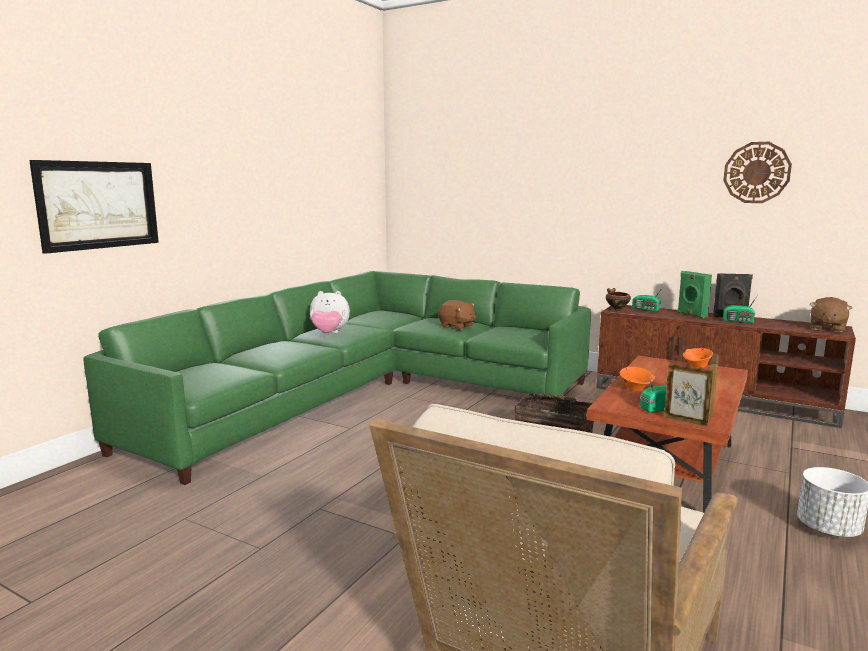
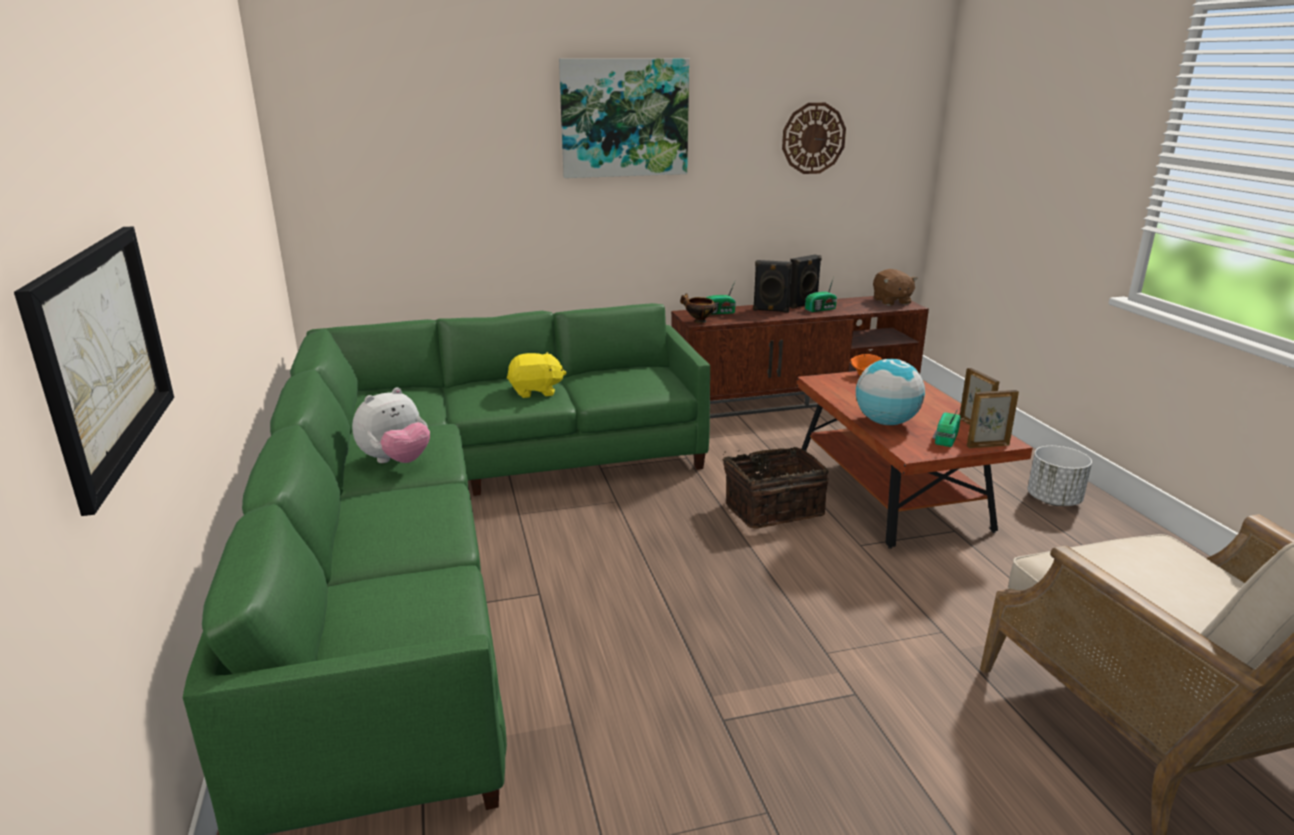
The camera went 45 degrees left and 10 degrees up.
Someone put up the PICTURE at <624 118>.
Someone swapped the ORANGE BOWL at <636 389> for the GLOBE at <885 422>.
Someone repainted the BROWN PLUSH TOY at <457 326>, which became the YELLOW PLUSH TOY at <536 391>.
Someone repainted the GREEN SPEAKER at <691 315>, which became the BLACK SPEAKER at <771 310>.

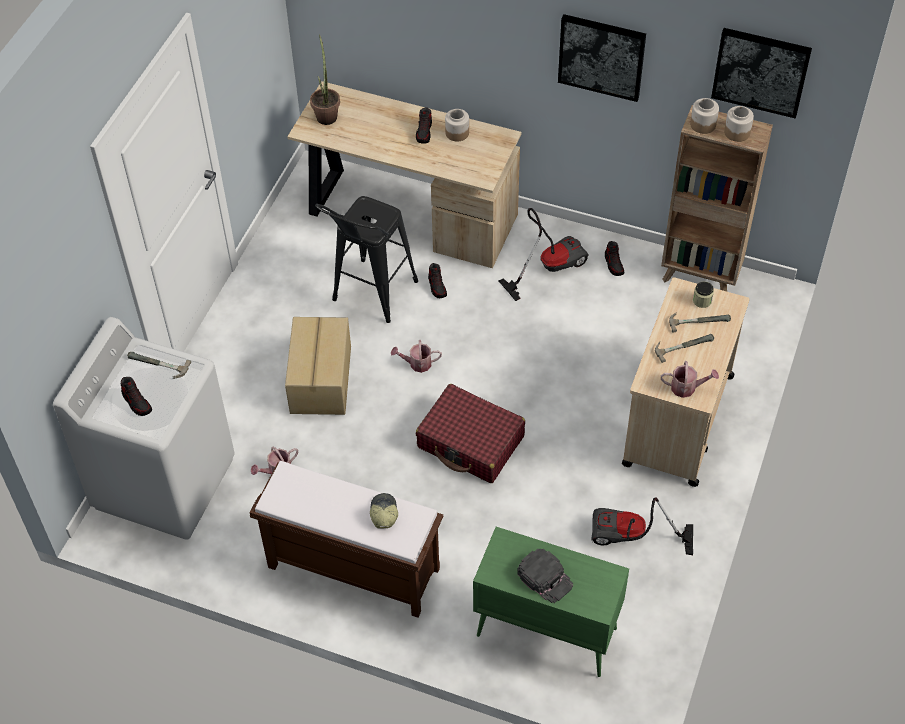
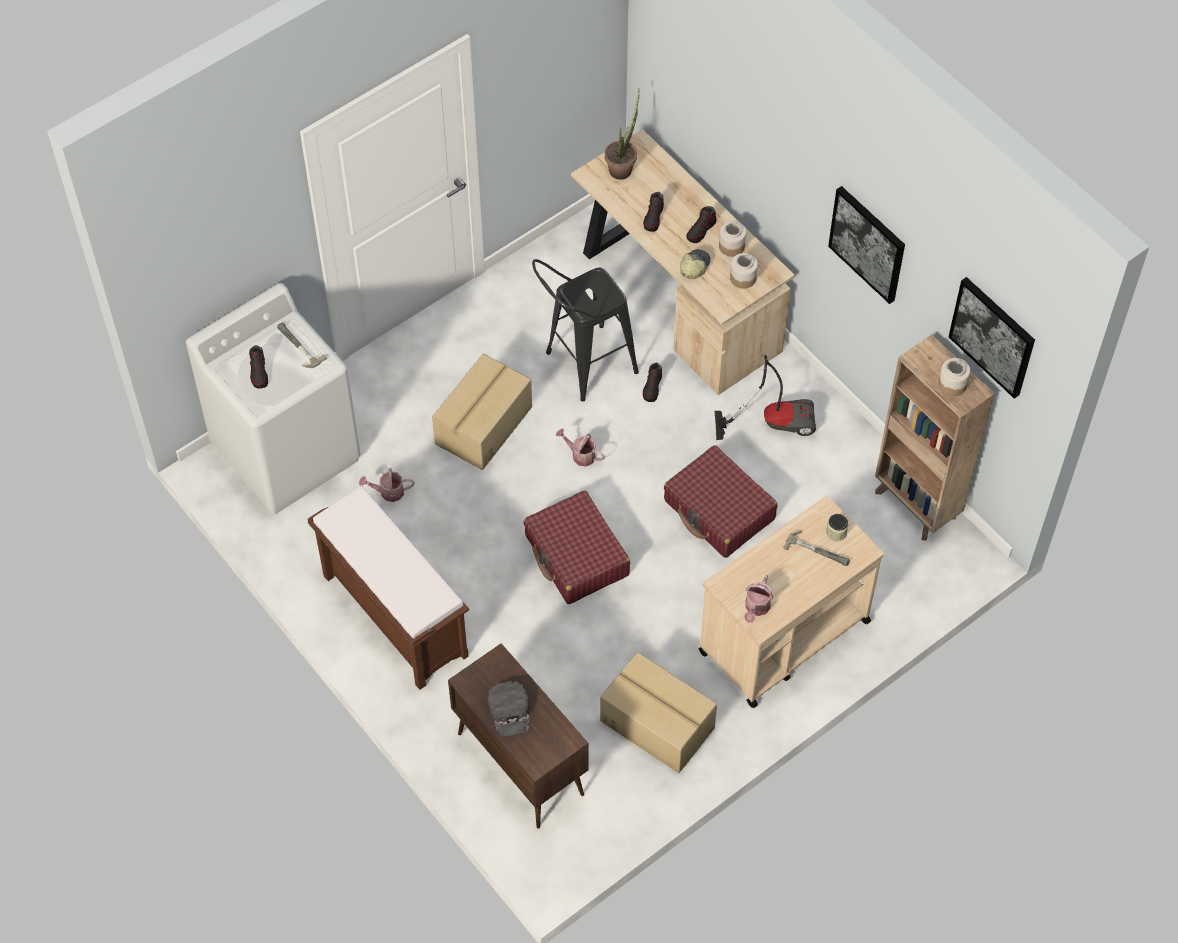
The camera went 30 degrees right and 5 degrees up.
Someone took away the HAMMER at <682 344>.
Someone put down the RED SUITCASE at <719 510>.
Someone carried the CAP from <383 513> to <694 266>.
Someone carried the SHOE from <614 264> to <653 218>.
Someone carried the JAR from <702 124> to <743 278>.
Someone swapped the VACUUM CLEANER at <632 538> for the CARDBOARD BOX at <657 723>.
Someone repainted the GREEN CABINET at <545 632>, which became the BROWN CABINET at <519 763>.
Someone rotated the WATERING CAN at <687 388> by 75 degrees clockwise.

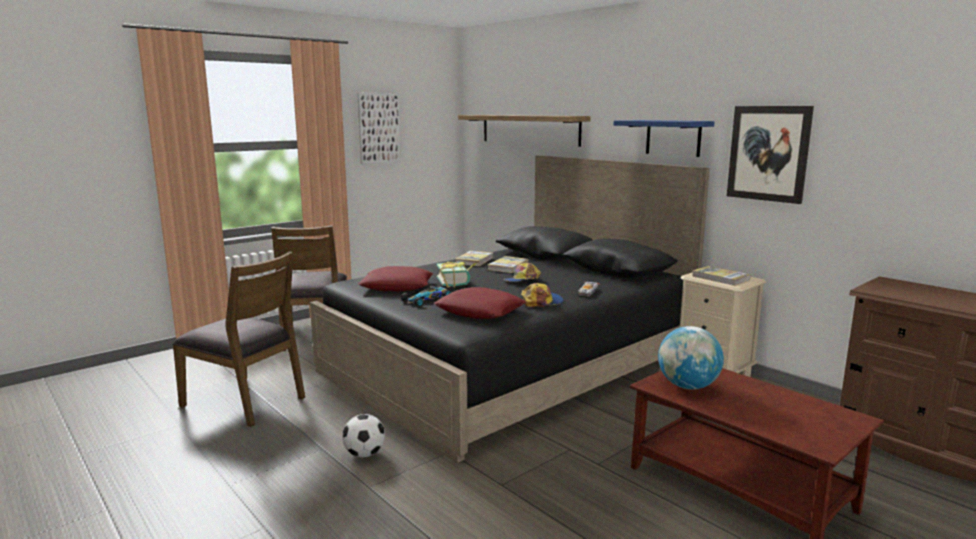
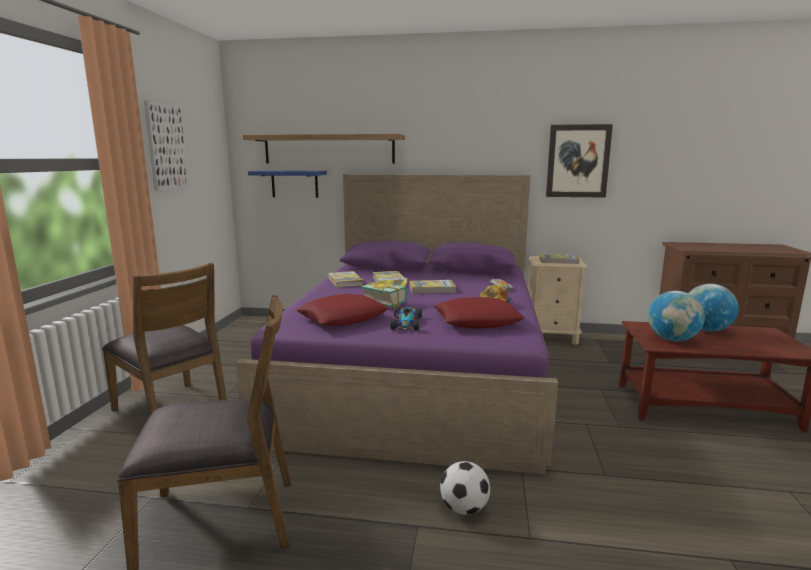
The camera went 40 degrees left and 0 degrees up.
Someone put down the GLOBE at <706 330>.
Someone carried the BLUE SHELF from <673 138> to <294 184>.
Someone swapped the CAP at <522 280> for the BOOK at <432 289>.
Someone repainted the BLACK BED at <509 363>, which became the PURPLE BED at <418 373>.

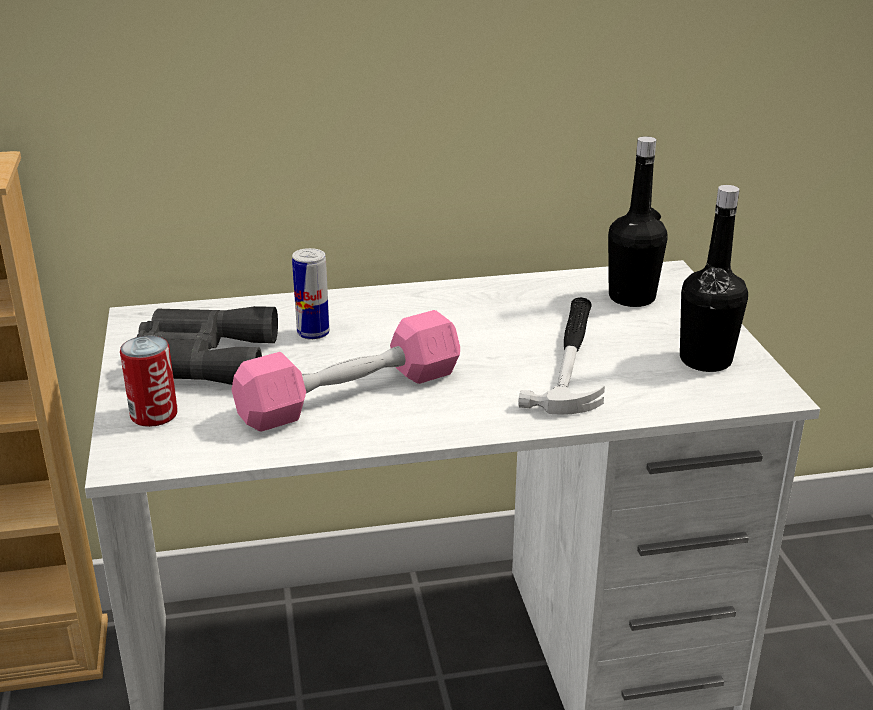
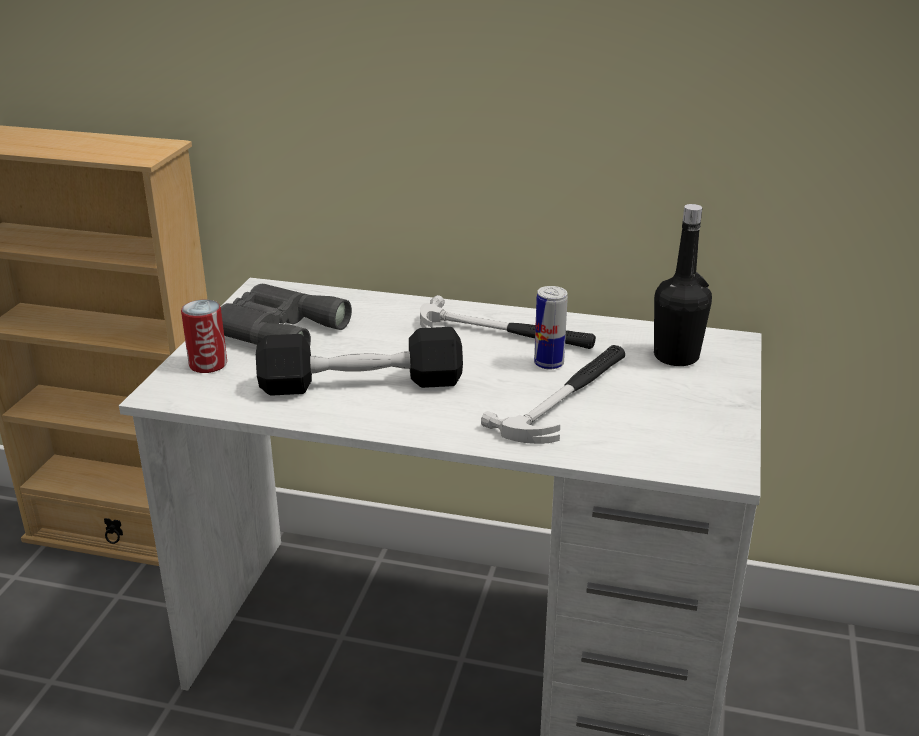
The camera went 25 degrees right and 0 degrees up.
Someone took away the BLACK BOTTLE at <705 360>.
Someone put down the HAMMER at <504 333>.
Someone carried the CAN from <313 333> to <548 363>.
Someone repainted the PINK DUMBBELL at <351 394>, which became the BLACK DUMBBELL at <361 383>.

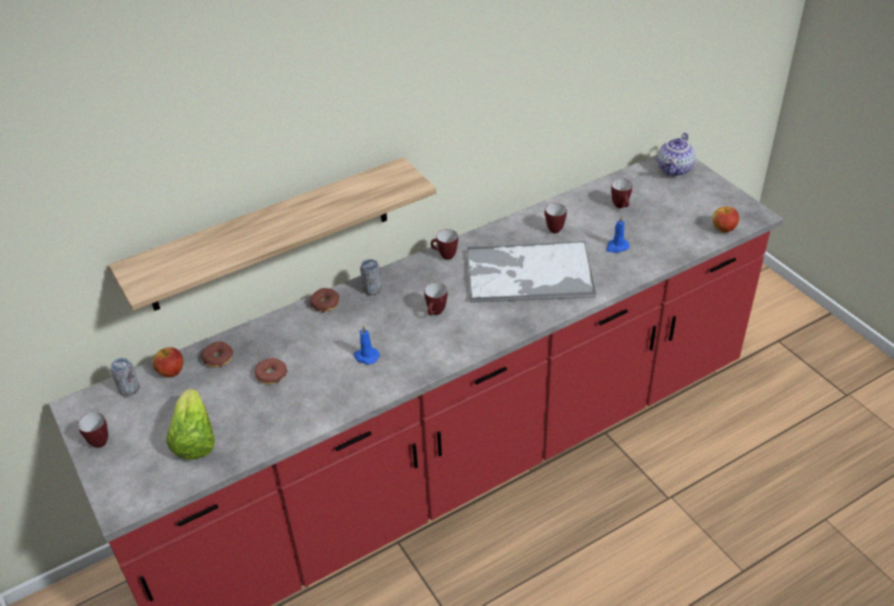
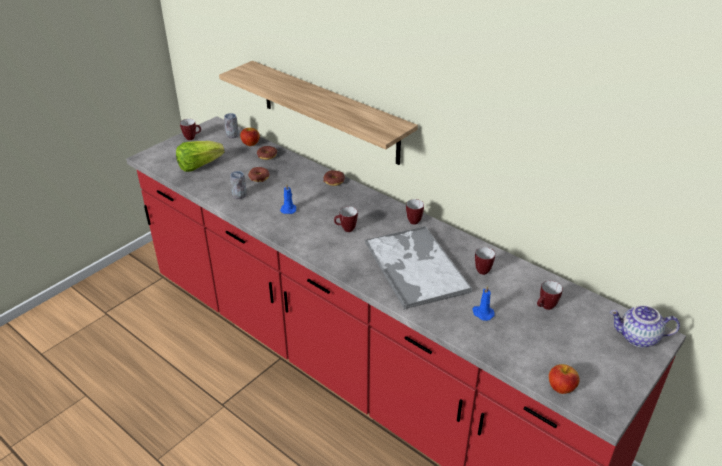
The camera went 70 degrees right and 5 degrees down.
Someone carried the CAN from <372 289> to <239 195>.

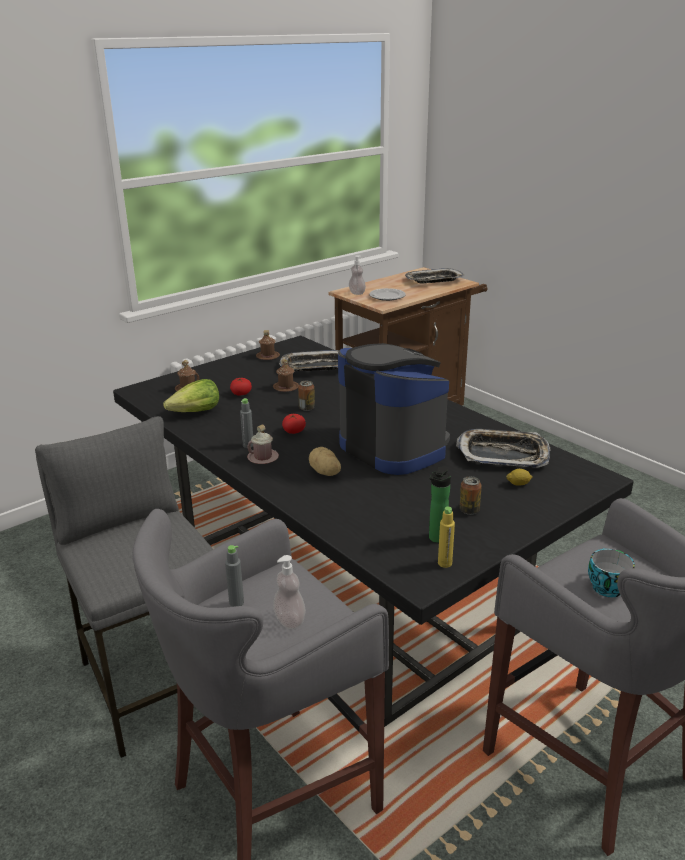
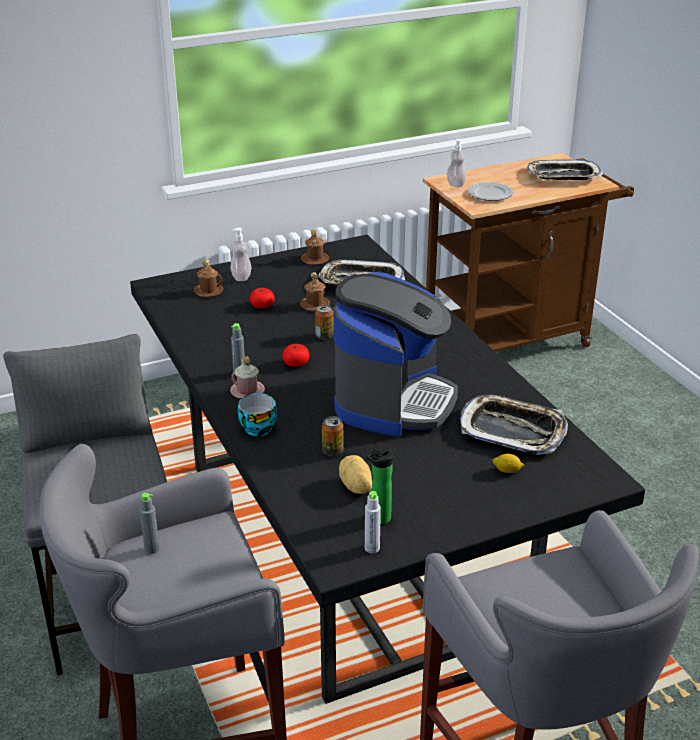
The camera went 15 degrees right and 5 degrees up.
Someone took away the LETTUCE at <196 412>.
Someone carried the SOAP DISPENSER from <290 620> to <241 277>.
Someone carried the POTATO from <325 473> to <355 487>.
Someone carried the CAN from <469 510> to <332 451>.
Someone carried the CUP from <605 586> to <257 427>.
Someone repainted the YELLOW BOTTLE at <444 563>, which became the GREY BOTTLE at <372 548>.
Someone rotated the COFFEE MACHINE at <393 447> by 45 degrees clockwise.

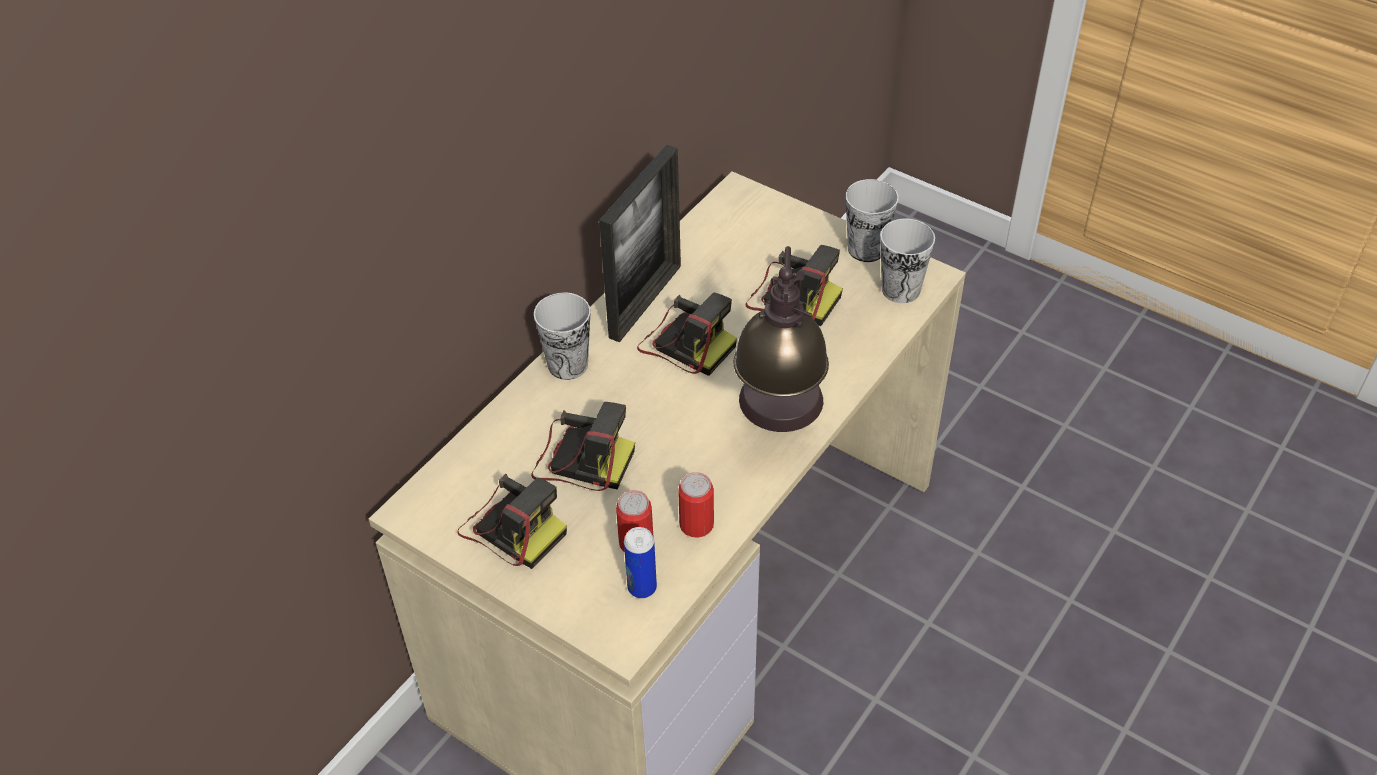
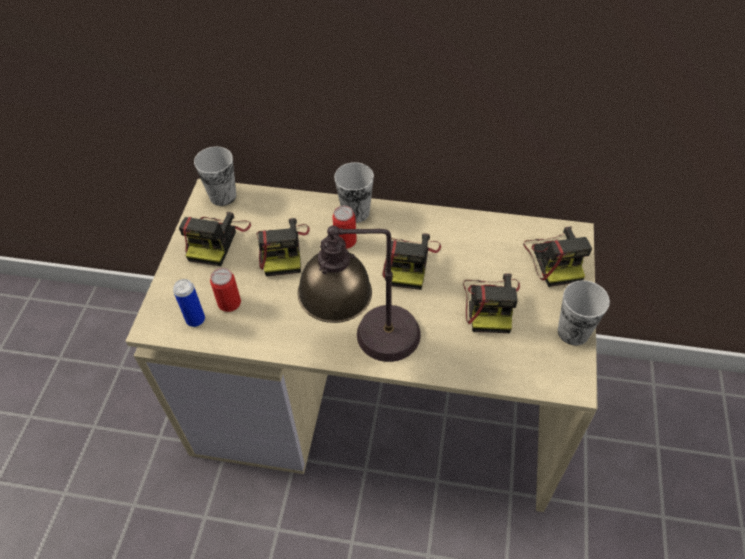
The camera went 65 degrees right and 5 degrees up.
Someone took away the PICTURE FRAME at <645 301>.
Someone put down the PHOTO CAMERA at <555 259>.
Someone carried the CAN from <696 524> to <345 241>.
Someone carried the CUP from <900 289> to <223 196>.

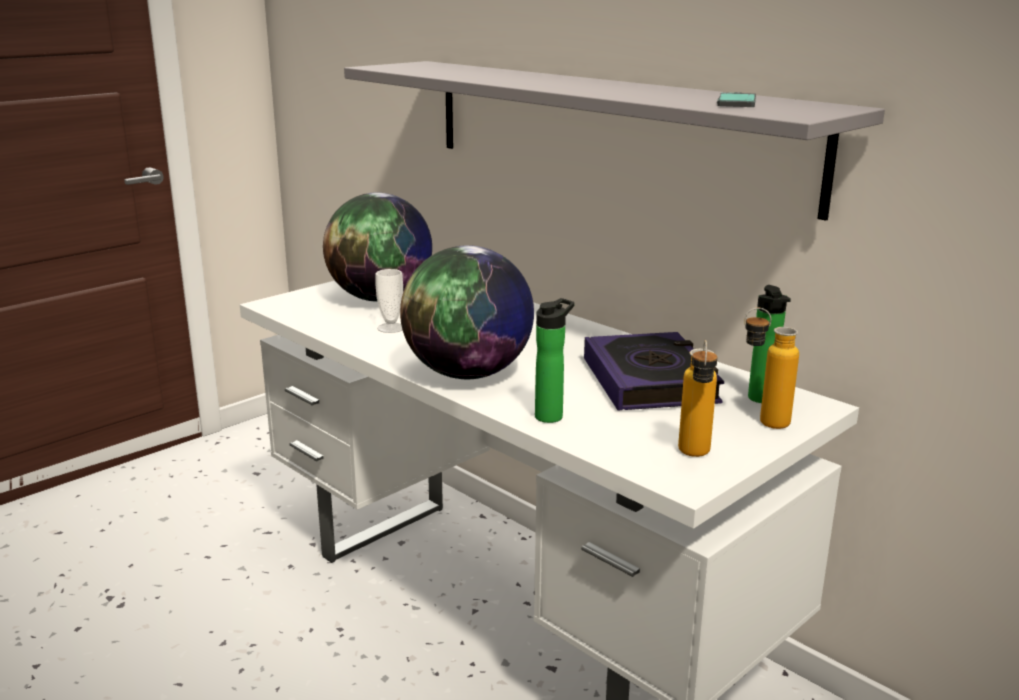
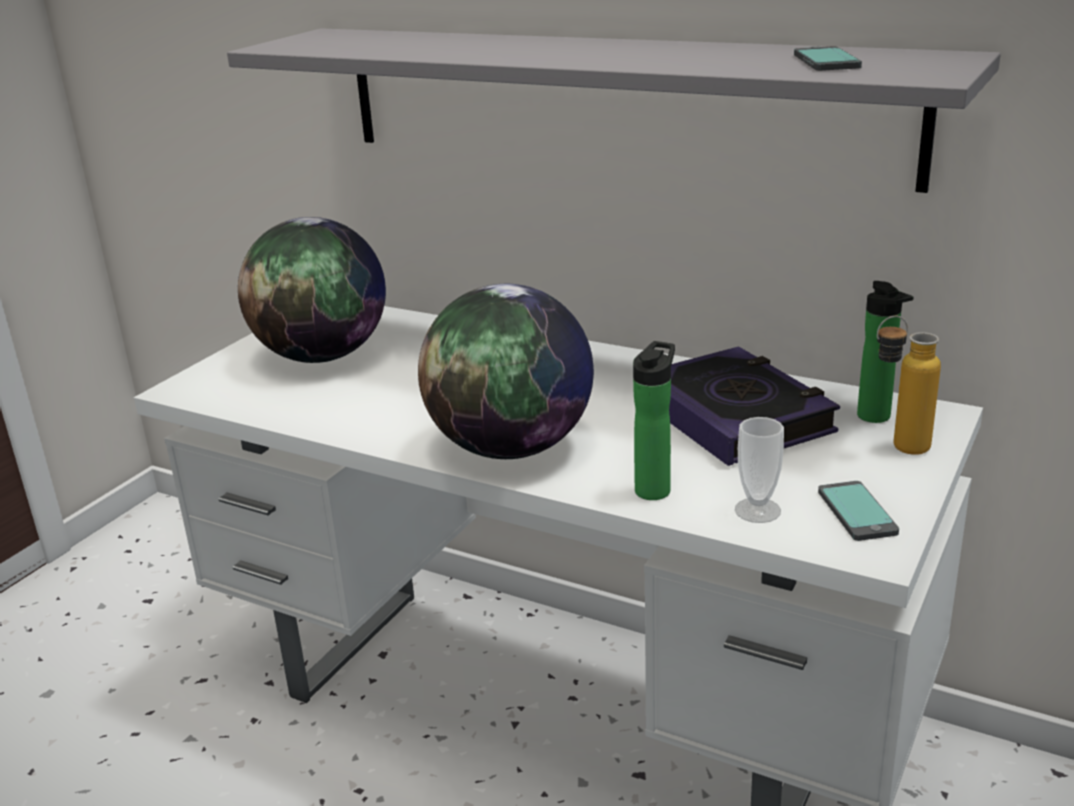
The camera went 15 degrees left and 5 degrees up.
Someone carried the CUP from <391 328> to <757 510>.
Someone swapped the BOTTLE at <694 457> for the PHONE at <857 512>.

